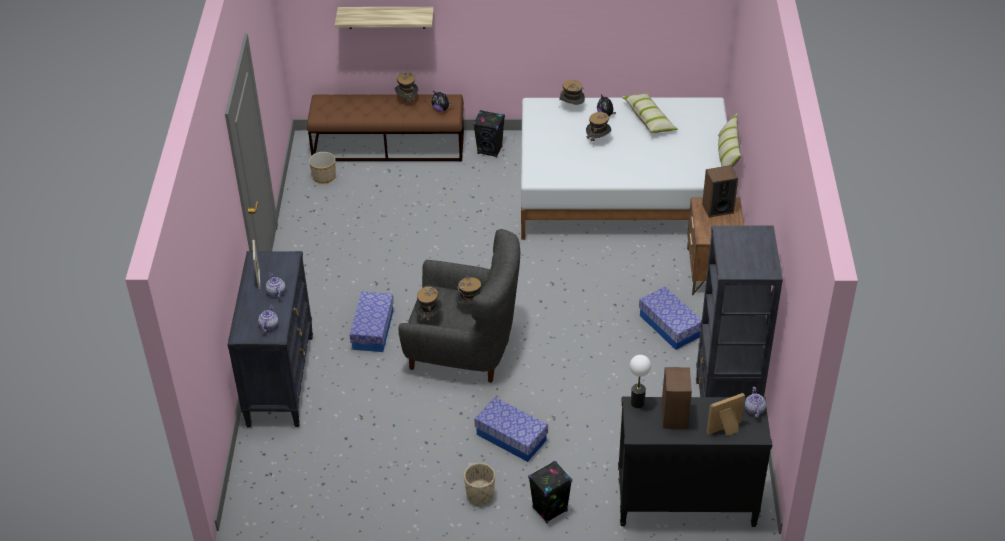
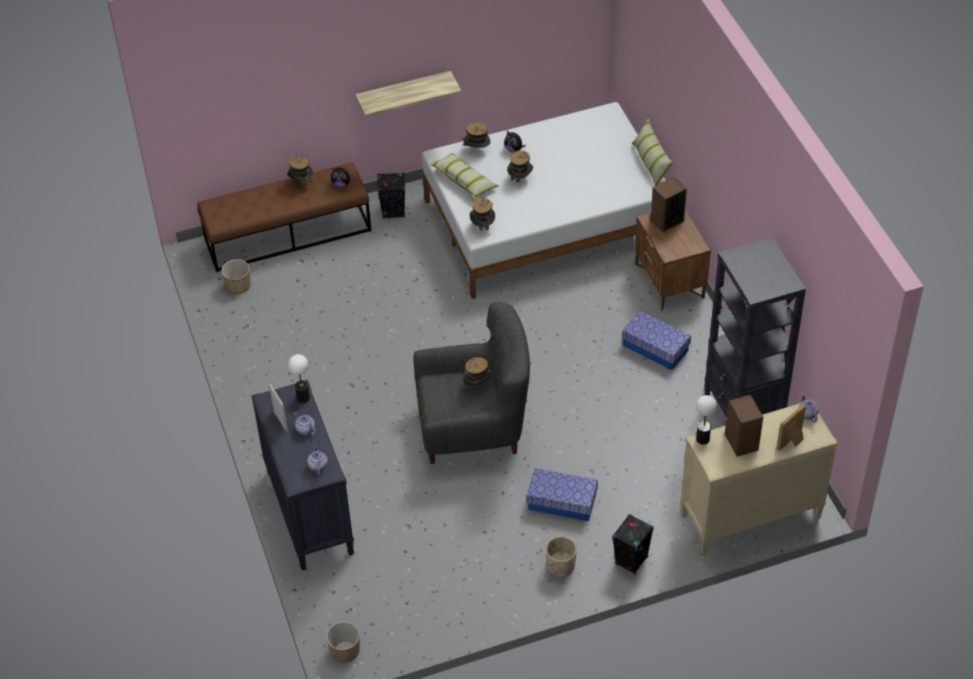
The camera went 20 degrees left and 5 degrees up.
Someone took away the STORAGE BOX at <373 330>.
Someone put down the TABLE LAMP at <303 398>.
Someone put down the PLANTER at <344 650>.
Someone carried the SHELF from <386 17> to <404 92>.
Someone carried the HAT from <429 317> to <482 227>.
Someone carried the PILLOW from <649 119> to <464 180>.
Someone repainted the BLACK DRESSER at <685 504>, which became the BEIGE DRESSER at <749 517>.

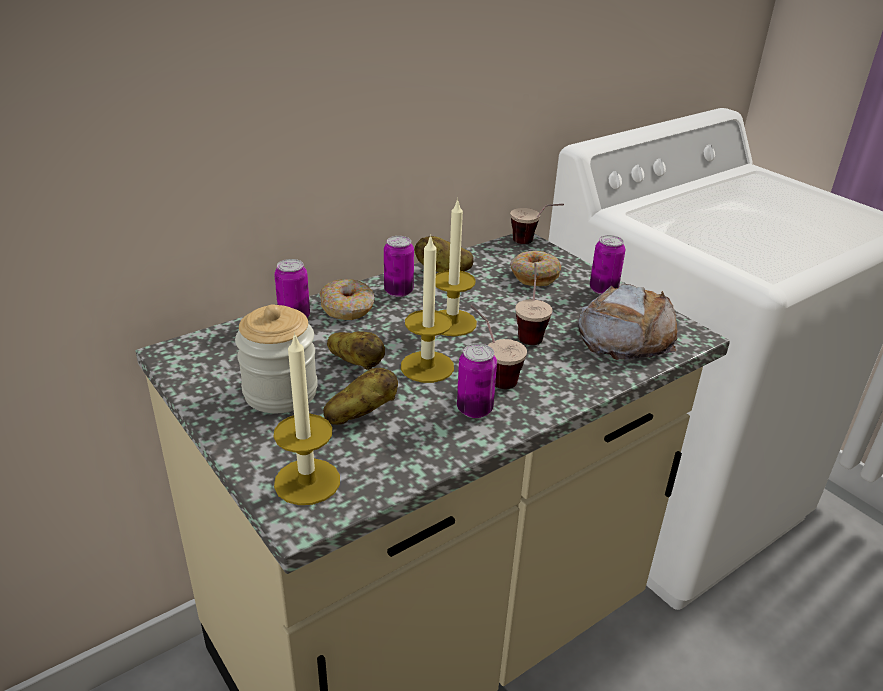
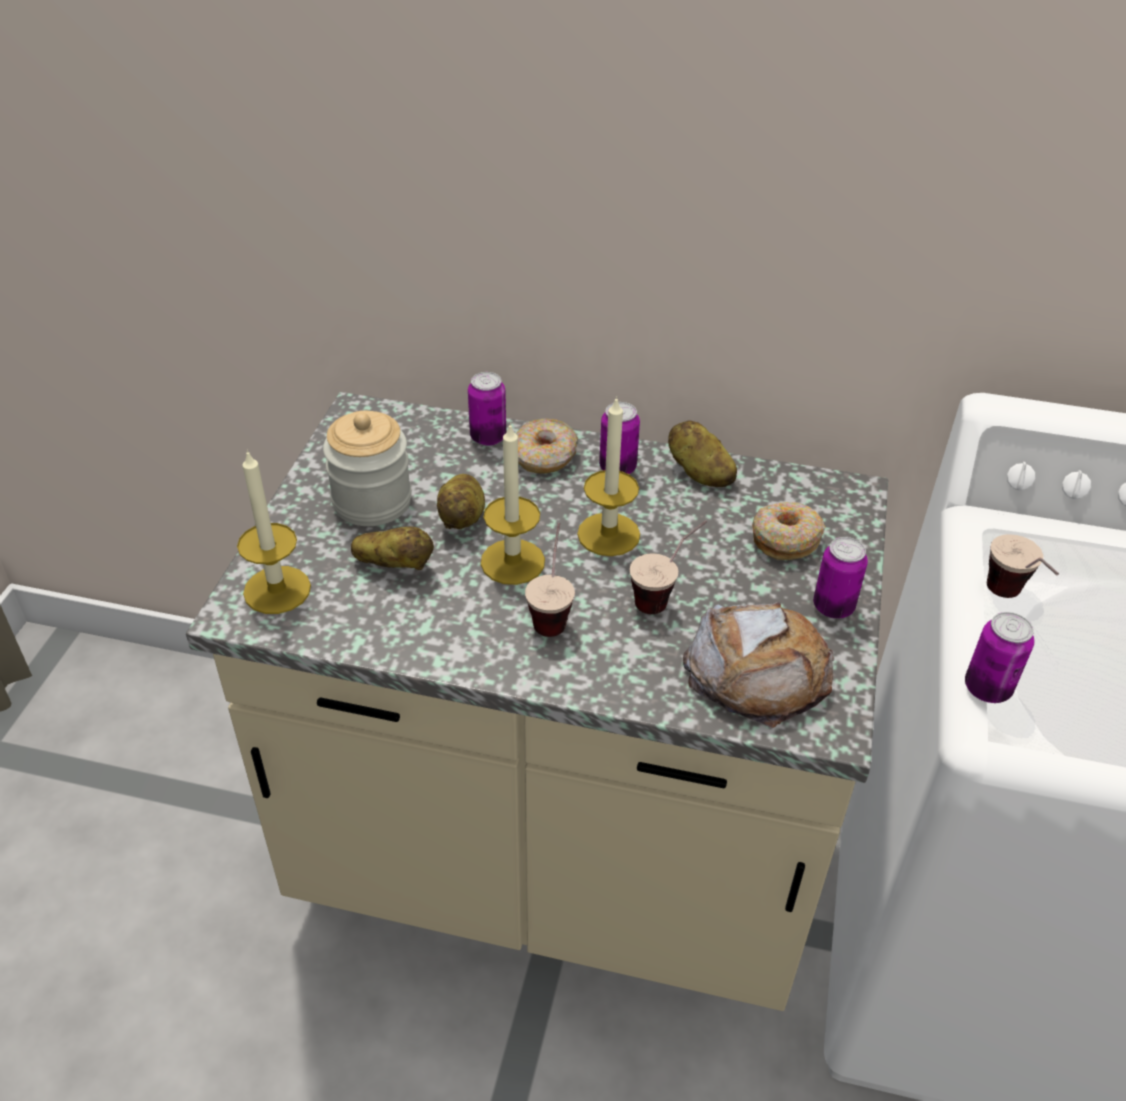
The camera went 50 degrees right and 10 degrees up.
Someone carried the CAN from <474 409> to <987 688>.
Someone carried the CUP from <533 243> to <1011 601>.

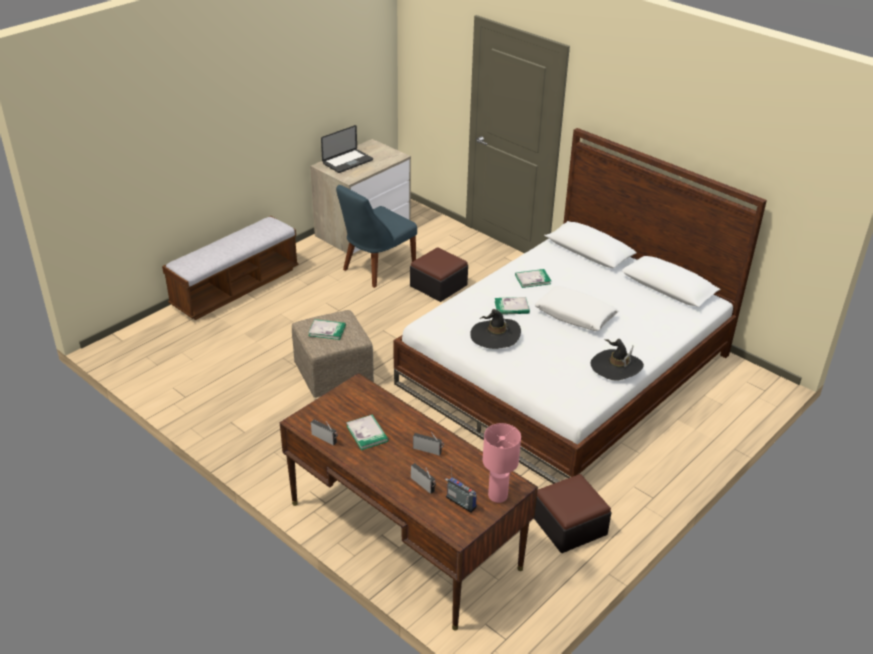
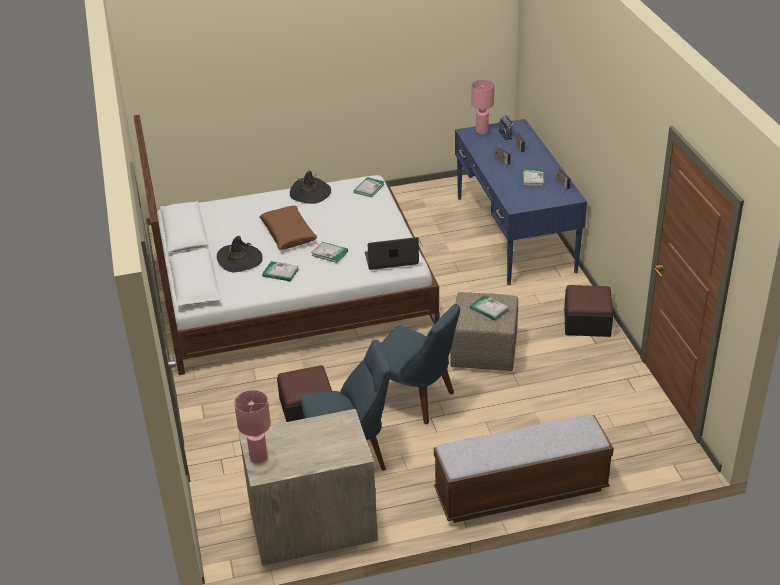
The camera went 145 degrees left and 0 degrees up.
Someone put down the PINK TABLE LAMP at <258 457>.
Someone put down the BOOK at <369 188>.
Someone put down the BLUE CHAIR at <415 398>.
Someone carried the LAPTOP from <347 162> to <391 259>.
Someone carried the BLACK HAT from <495 335> to <240 260>.
Someone carried the OTTOMAN from <569 525> to <587 322>.
Someone repainted the BROWN DESK at <404 535>, which became the BLUE DESK at <515 233>.
Someone repainted the WHITE PILLOW at <575 315>, which became the BROWN PILLOW at <288 234>.

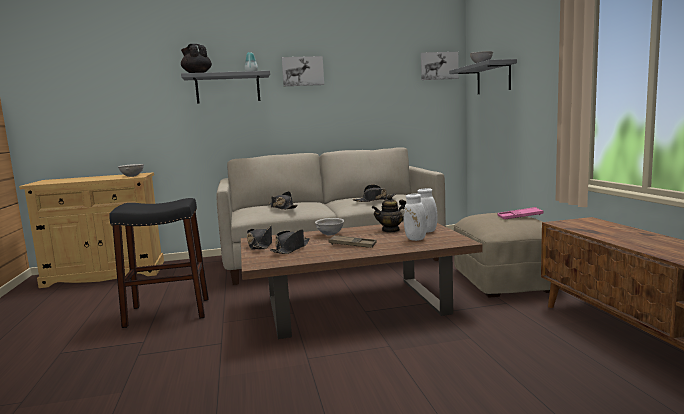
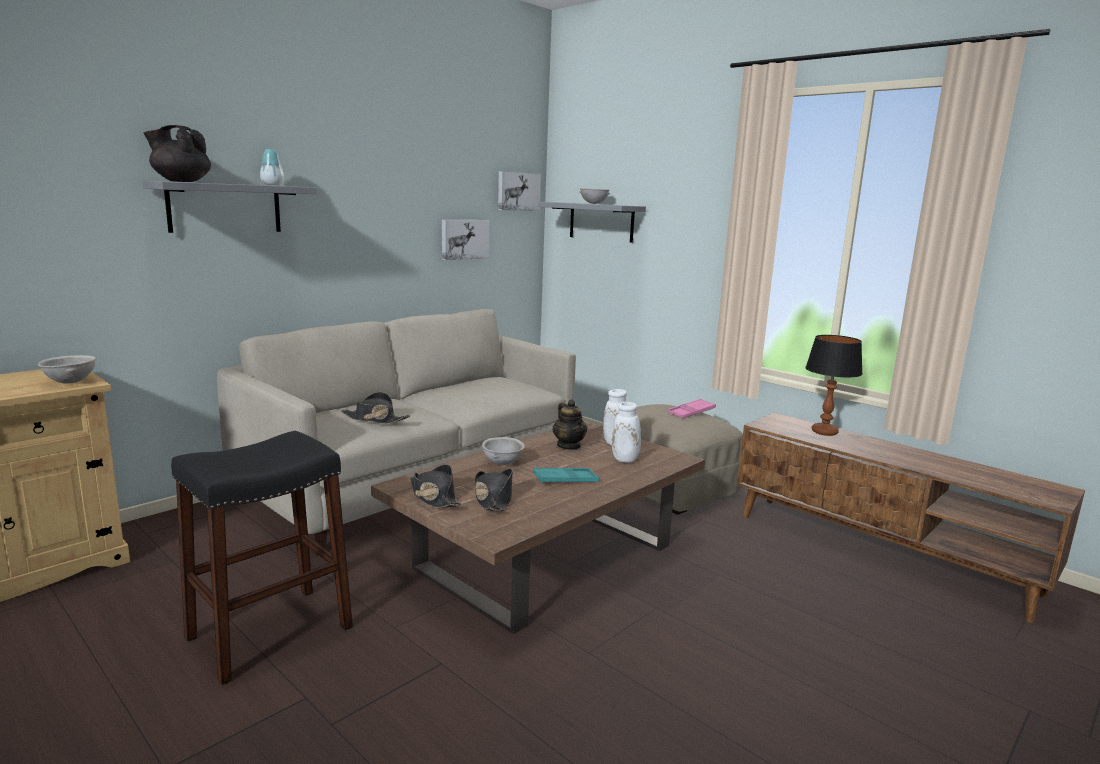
The camera went 35 degrees left and 5 degrees up.
Someone took away the BLACK HAT at <374 200>.
Someone put down the TABLE LAMP at <824 432>.
Someone carried the PICTURE from <302 71> to <464 239>.
Someone repainted the BROWN TRAY at <352 245>, which became the TURQUOISE TRAY at <565 480>.
Someone rotated the TEAPOT at <391 230> by 60 degrees counterclockwise.

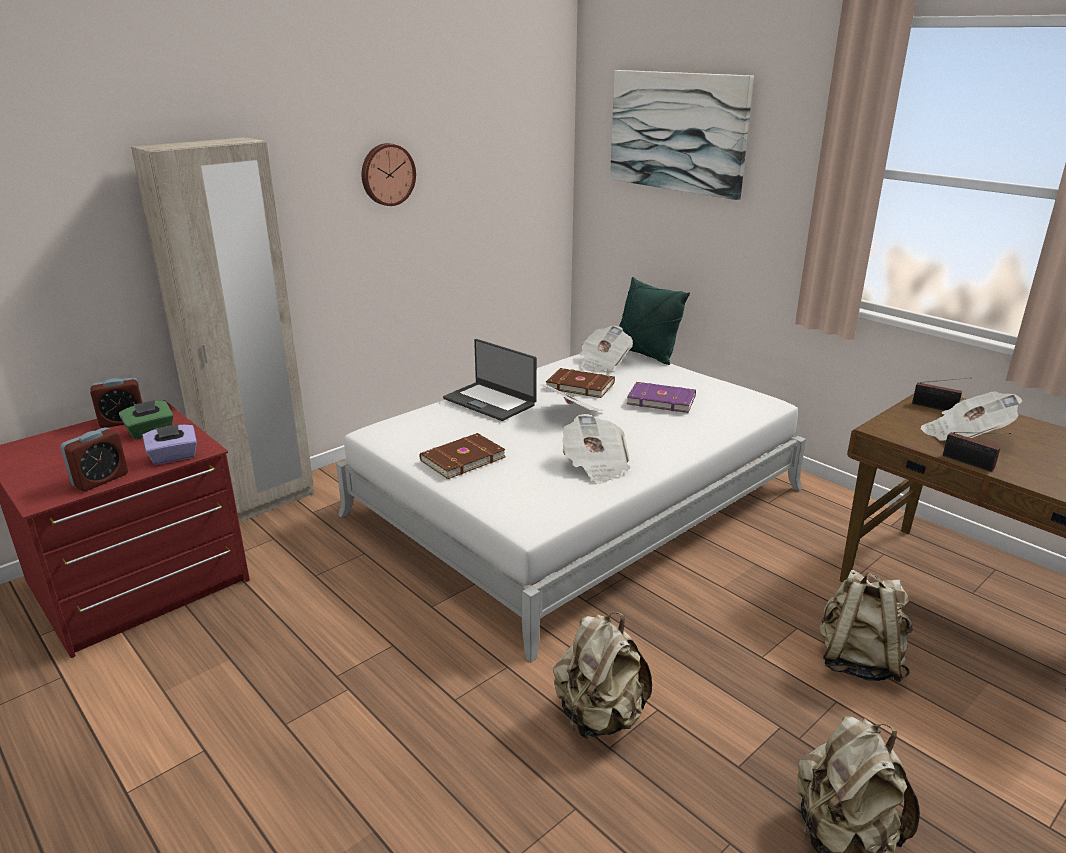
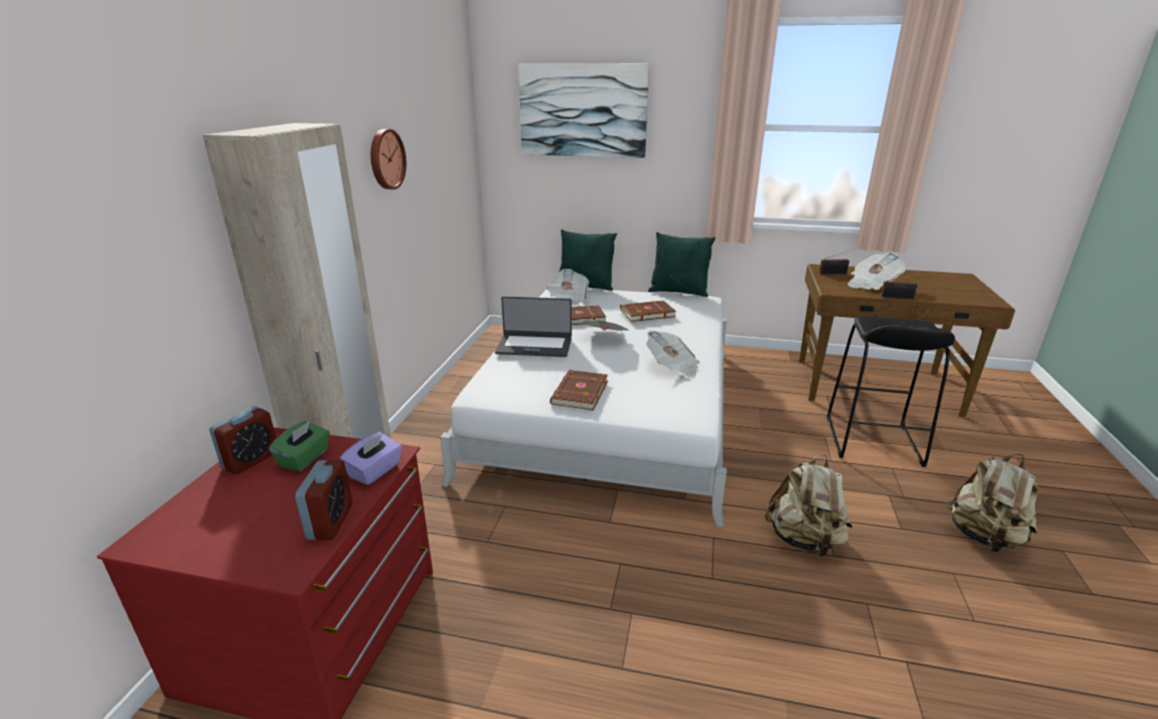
The camera went 35 degrees left and 0 degrees up.
Someone put down the GREEN PILLOW at <678 292>.
Someone swapped the BEIGE BACKPACK at <858 661> for the BLACK STOOL at <872 441>.
Someone repainted the PURPLE BOOK at <661 399>, which became the BROWN BOOK at <646 313>.

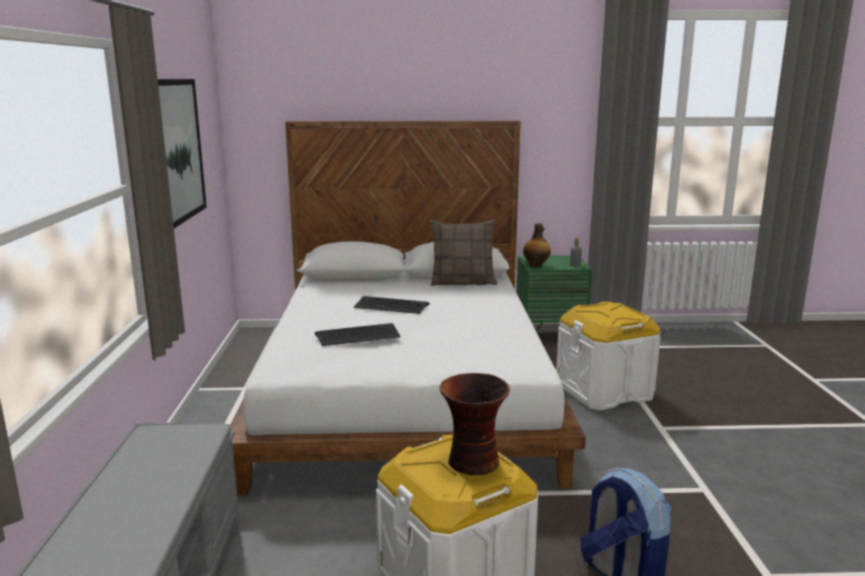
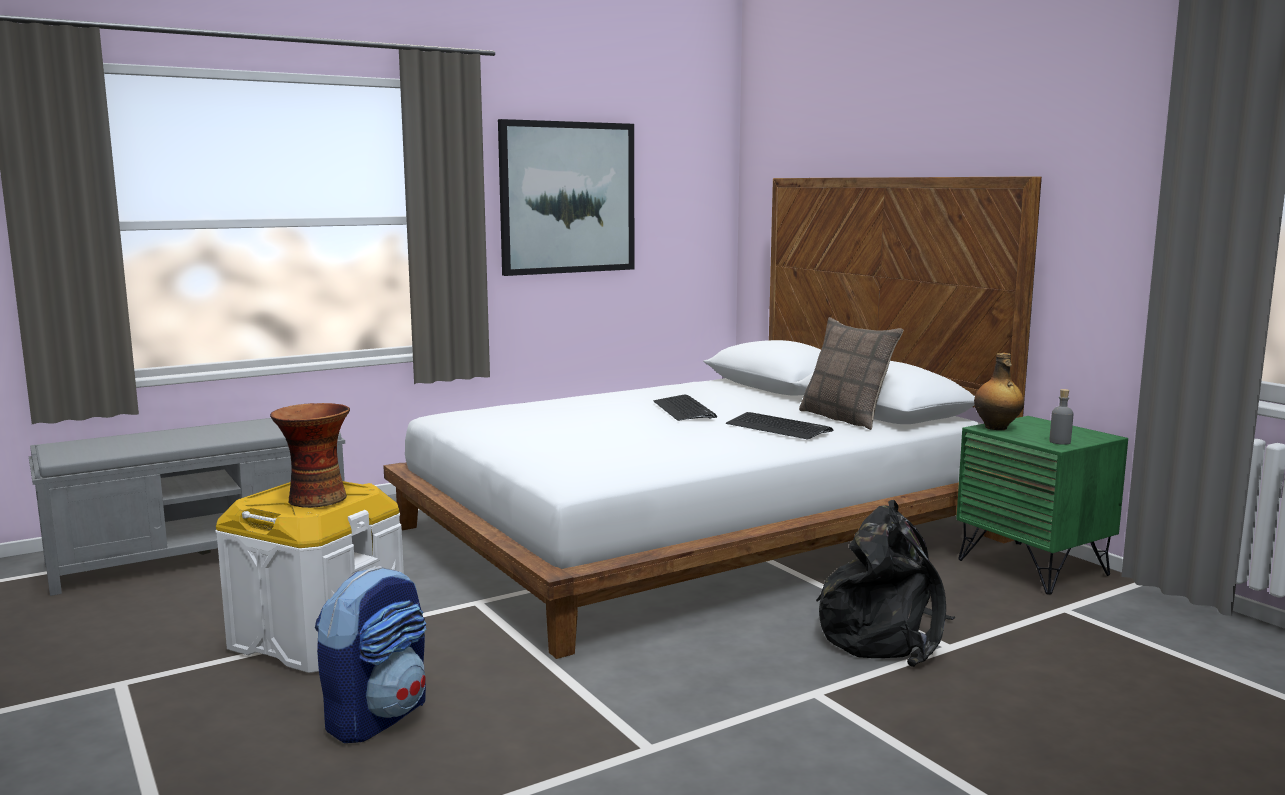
The camera went 60 degrees right and 5 degrees down.
Someone carried the KEYBOARD from <358 336> to <778 428>.
Someone swapped the WHITE STORAGE BOX at <604 391> for the BLACK BACKPACK at <885 635>.

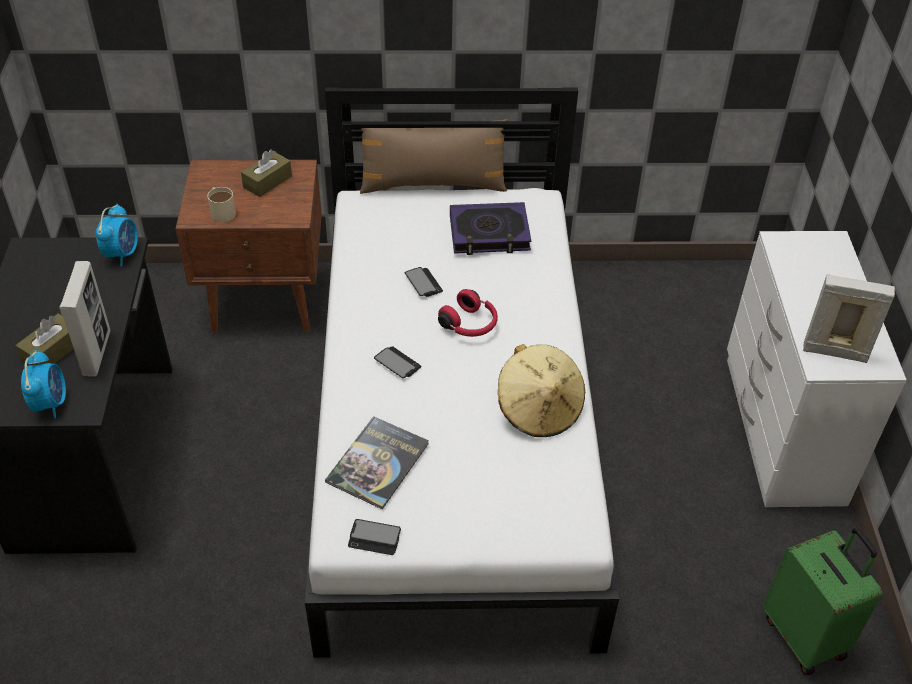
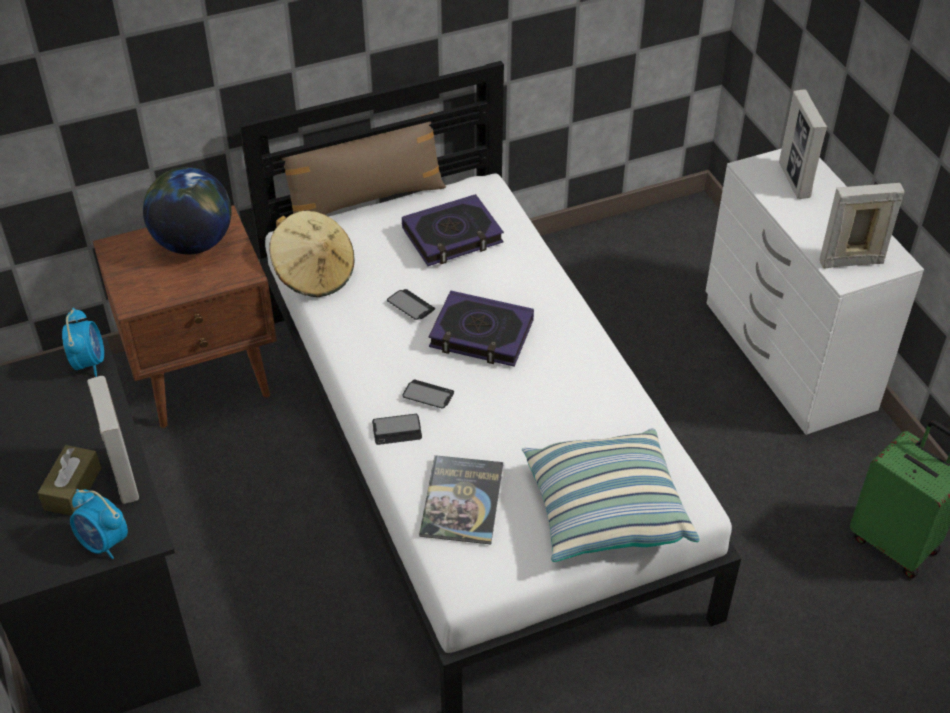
The camera went 20 degrees left and 0 degrees up.
Someone took away the BEIGE MUG at <221 211>.
Someone put down the PILLOW at <605 511>.
Someone put down the PICTURE FRAME at <794 180>.
Someone carried the PHONE from <374 538> to <397 430>.
Someone carried the BEIGE HAT from <539 409> to <314 274>.
Someone swapped the BROWN TISSUE BOX at <267 182> for the GLOBE at <193 242>.
Someone swapped the RED HEADPHONES at <470 324> for the BOOK at <481 334>.
Someone rotated the ALARM CLOCK at <50 403> by 150 degrees clockwise.

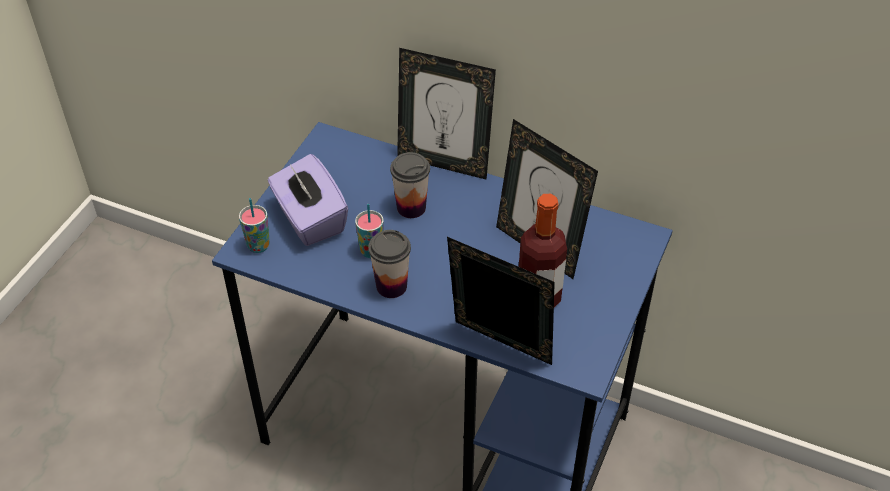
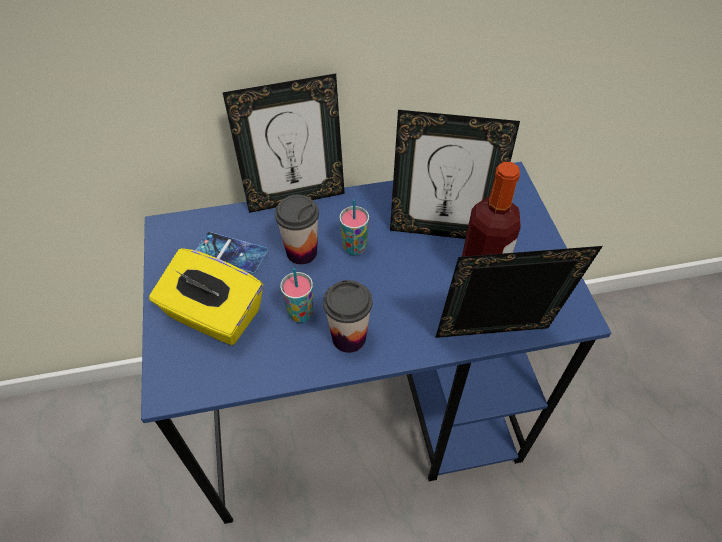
The camera went 35 degrees left and 5 degrees up.
Someone put down the PHONE at <231 253>.
Someone carried the CUP from <258 246> to <354 248>.
Someone repainted the PURPLE TISSUE BOX at <309 219>, which became the YELLOW TISSUE BOX at <214 315>.

